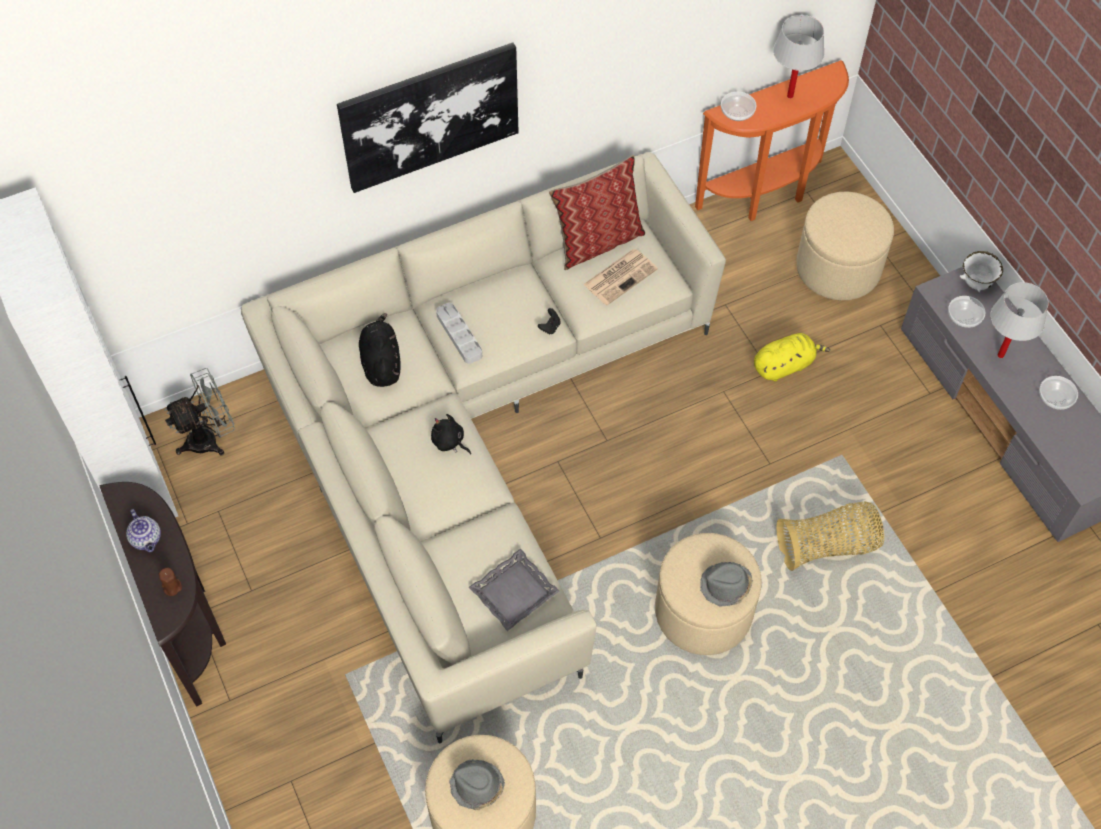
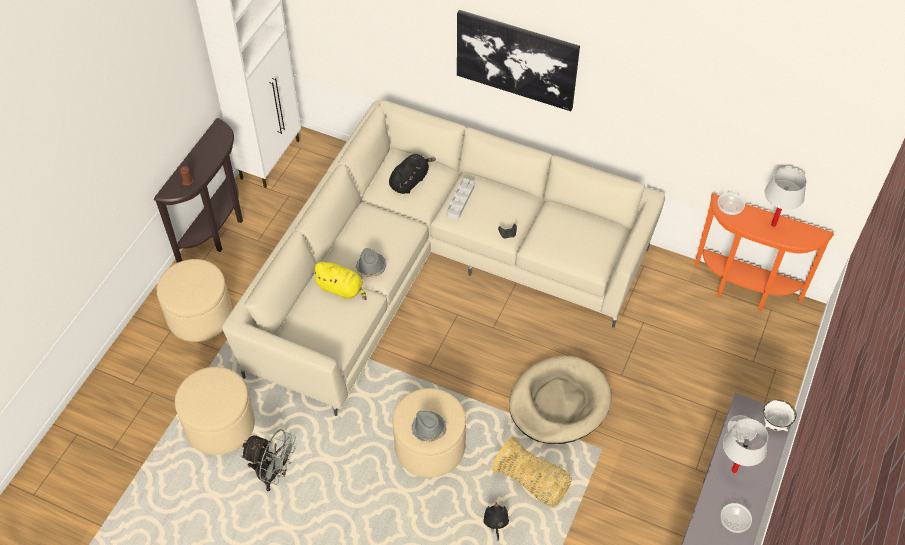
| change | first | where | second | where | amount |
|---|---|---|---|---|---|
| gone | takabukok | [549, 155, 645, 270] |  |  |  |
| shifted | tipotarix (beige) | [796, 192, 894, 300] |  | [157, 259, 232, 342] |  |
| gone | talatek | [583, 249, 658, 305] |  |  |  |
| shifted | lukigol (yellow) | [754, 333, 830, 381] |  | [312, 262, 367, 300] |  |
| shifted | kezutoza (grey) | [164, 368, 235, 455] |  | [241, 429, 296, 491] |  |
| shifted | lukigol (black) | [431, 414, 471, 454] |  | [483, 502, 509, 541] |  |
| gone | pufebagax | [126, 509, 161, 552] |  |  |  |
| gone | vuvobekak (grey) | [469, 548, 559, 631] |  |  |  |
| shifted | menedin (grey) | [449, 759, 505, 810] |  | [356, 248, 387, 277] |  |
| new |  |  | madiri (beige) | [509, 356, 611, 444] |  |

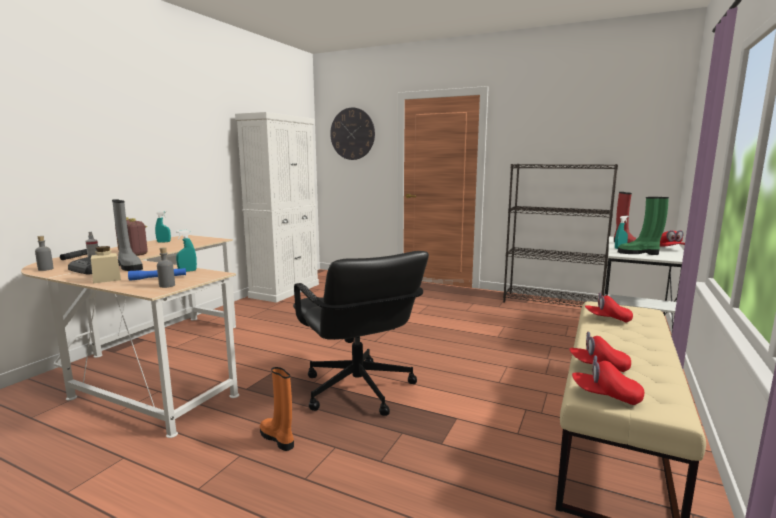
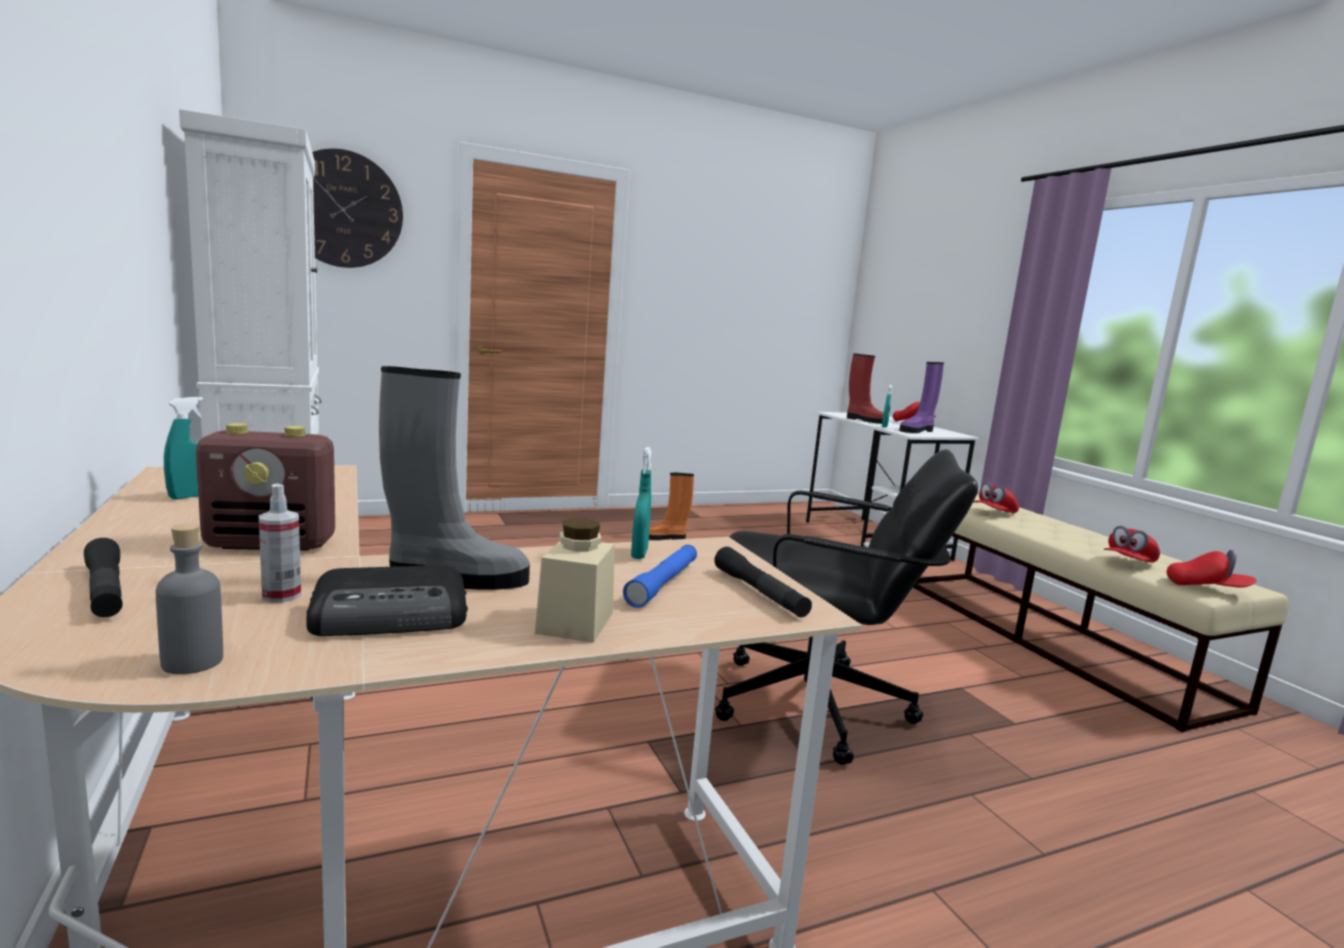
| change | first | where | second | where | amount |
|---|---|---|---|---|---|
| gone | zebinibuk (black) | [503, 164, 618, 307] |  |  |  |
| repainted | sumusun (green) | [618, 197, 669, 255] | sumusun (purple) | [899, 362, 944, 433] |  |
| swapped | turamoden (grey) | [157, 247, 175, 288] | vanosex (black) | [714, 547, 812, 617] |  |
| rotated | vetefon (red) | [572, 355, 644, 405] |  | [1167, 550, 1257, 587] | 120 degrees counterclockwise |
| shifted | sumusun (orange) | [260, 367, 294, 451] |  | [649, 473, 694, 540] |  |

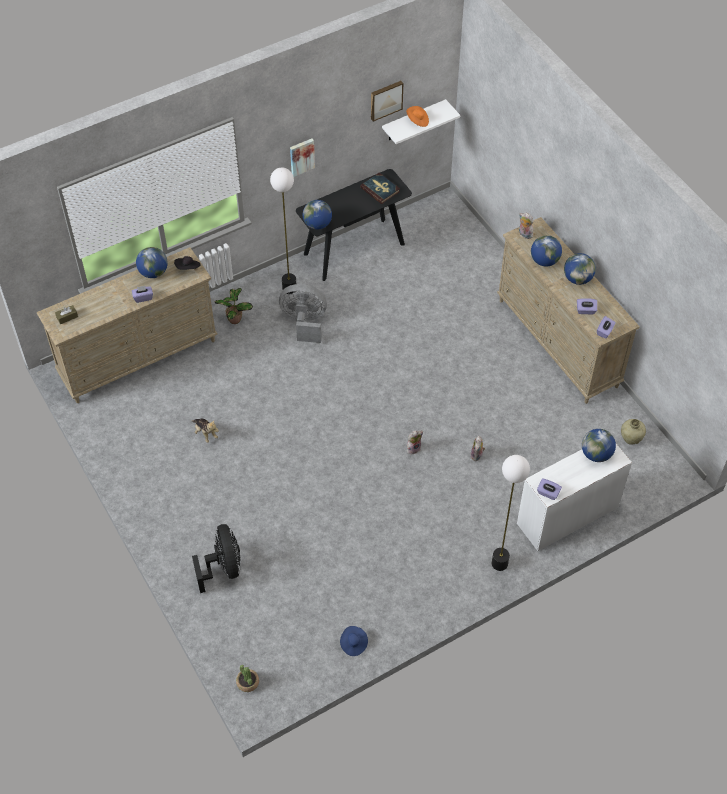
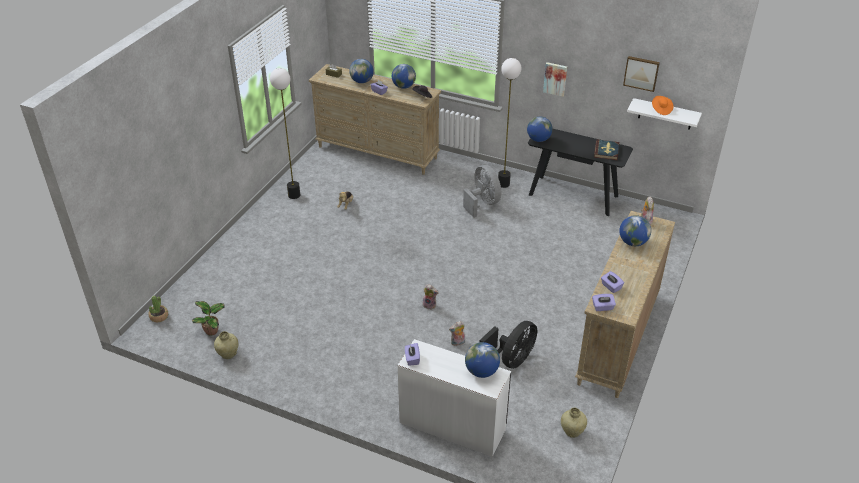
| change | first | where | second | where | amount |
|---|---|---|---|---|---|
| shifted | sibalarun | [564, 253, 596, 285] |  | [349, 59, 374, 83] |  |
| shifted | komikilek | [214, 288, 253, 324] |  | [192, 301, 225, 336] |  |
| shifted | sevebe | [492, 455, 530, 571] |  | [270, 68, 300, 199] |  |
| shifted | kezutoza (black) | [192, 524, 241, 593] |  | [480, 321, 537, 369] |  |
| swapped | menedin (blue) | [340, 626, 368, 656] | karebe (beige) | [214, 331, 238, 359] |  |

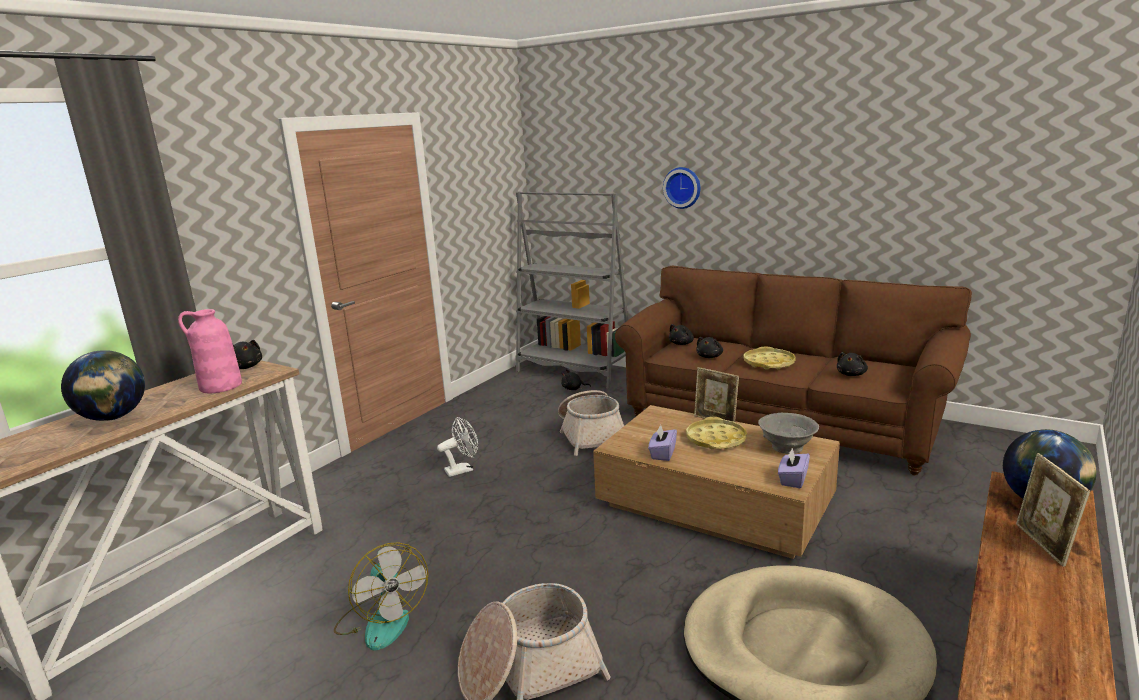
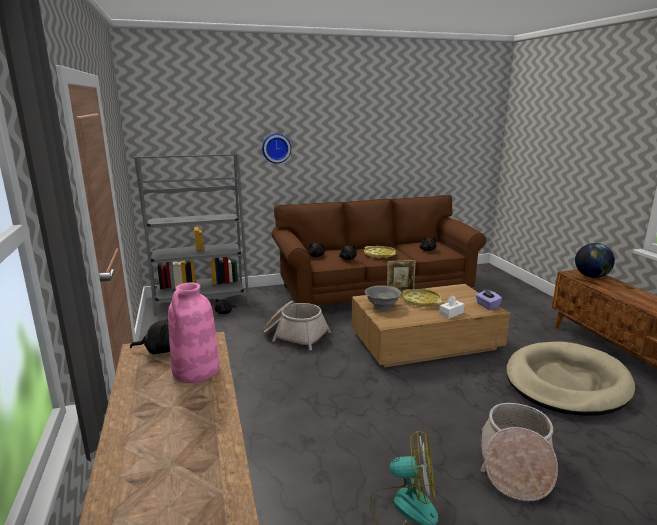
| change | first | where | second | where | amount |
|---|---|---|---|---|---|
| gone | sibalarun | [61, 350, 145, 421] |  |  |  |
| shifted | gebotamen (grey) | [758, 413, 819, 454] |  | [365, 285, 401, 311] |  |
| gone | kezutoza (white) | [437, 417, 478, 477] |  |  |  |
| gone | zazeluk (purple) | [648, 425, 677, 461] |  |  |  |
| gone | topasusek | [1016, 453, 1090, 567] |  |  |  |
| new |  |  | zazeluk (white) | [439, 295, 464, 319] |  |

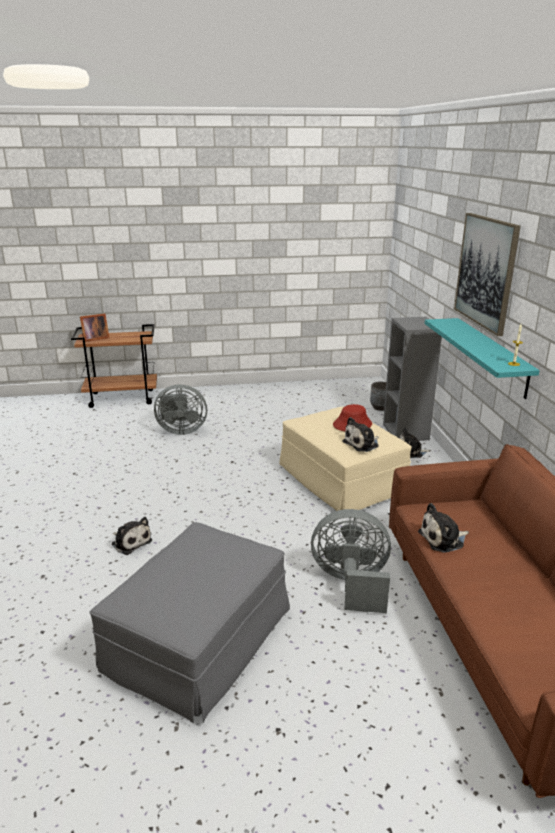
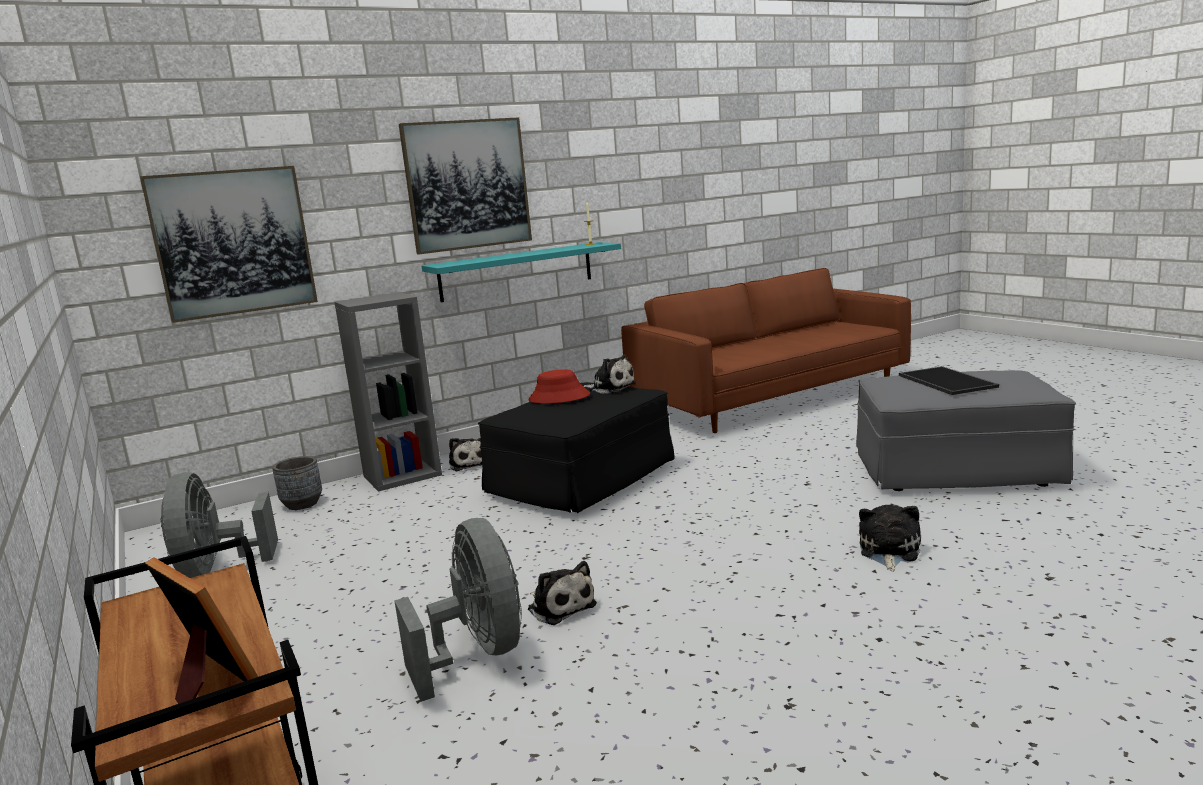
| change | first | where | second | where | amount |
|---|---|---|---|---|---|
| repainted | tipotarix (beige) | [279, 407, 412, 511] | tipotarix (black) | [478, 382, 674, 514] |  |
| shifted | lukigol | [418, 503, 469, 553] |  | [528, 561, 597, 625] |  |
| shifted | kezutoza (grey) | [311, 509, 391, 613] |  | [160, 472, 278, 578] |  |
| new |  |  | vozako | [140, 166, 318, 323] |  |
| new |  |  | vuvobekak | [899, 366, 999, 395] |  |

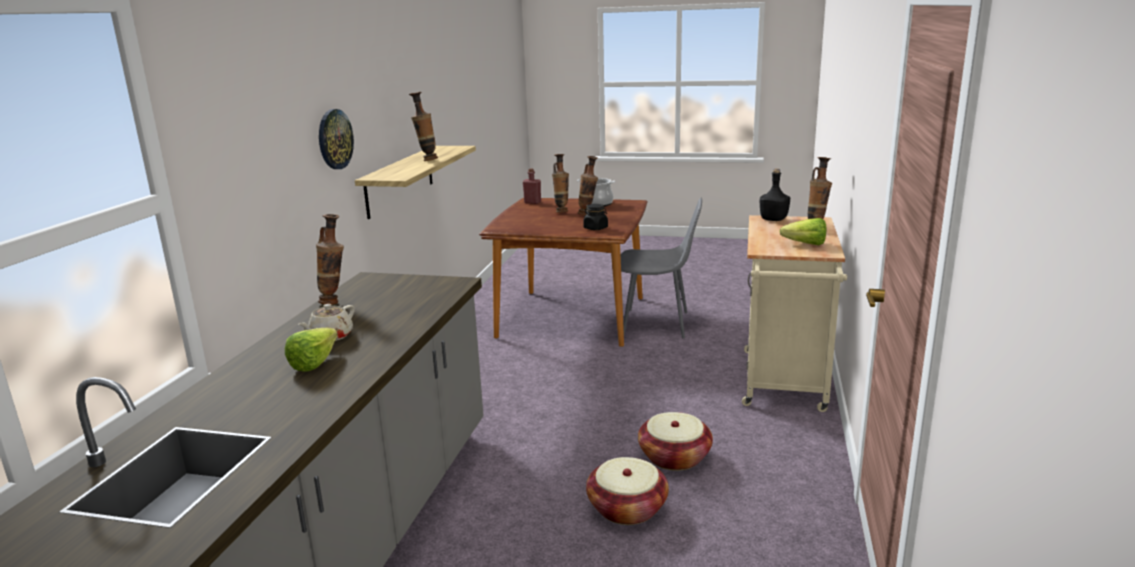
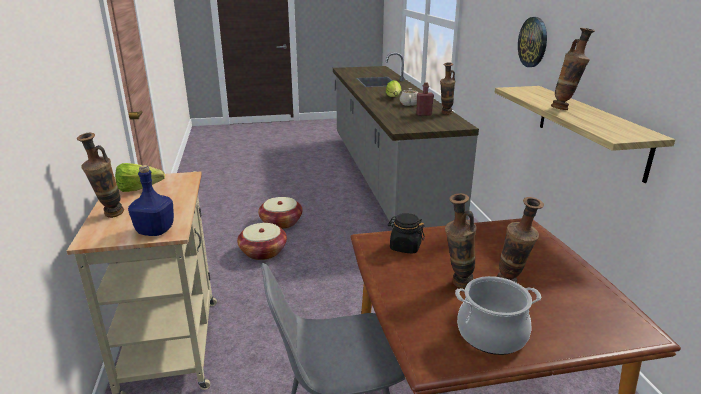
| change | first | where | second | where | amount |
|---|---|---|---|---|---|
| shifted | turamoden (red) | [523, 168, 541, 204] |  | [416, 82, 434, 116] |  |
| repainted | turamoden (black) | [760, 168, 790, 221] | turamoden (blue) | [128, 165, 174, 236] |  |

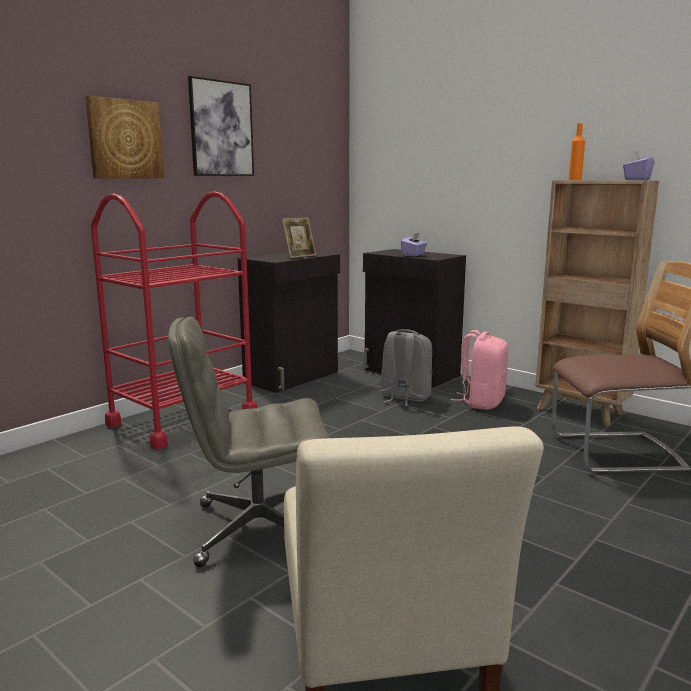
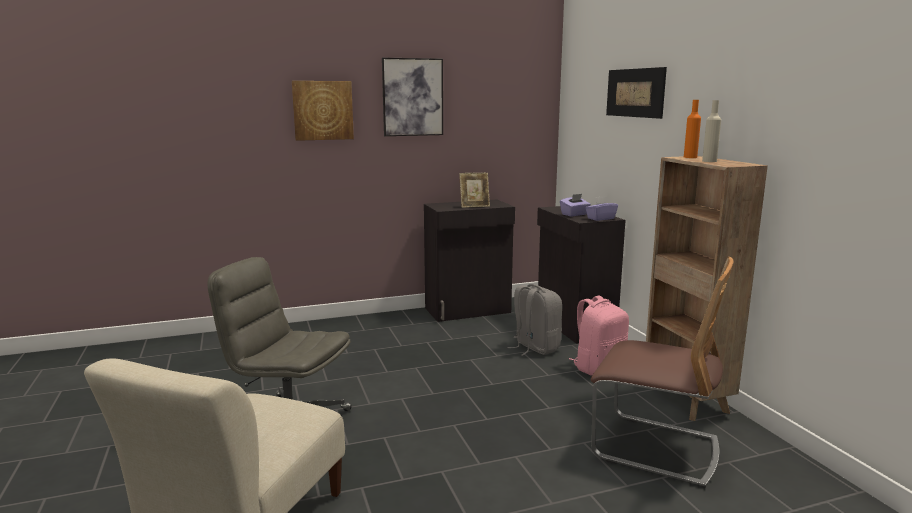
| change | first | where | second | where | amount |
|---|---|---|---|---|---|
| shifted | zazeluk (purple) | [623, 151, 654, 180] |  | [585, 196, 618, 221] |  |
| gone | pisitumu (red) | [91, 191, 257, 449] |  |  |  |
| new |  |  | vozako | [606, 67, 667, 119] |  |
| new |  |  | turamoden (beige) | [702, 100, 721, 162] |  |

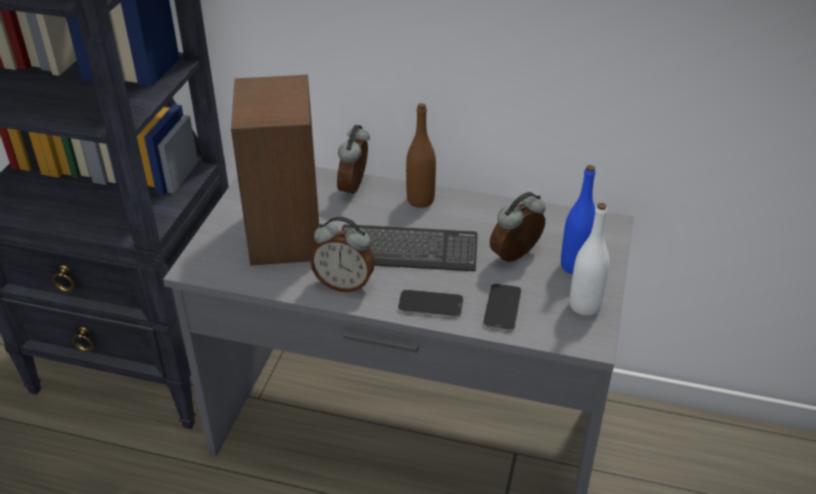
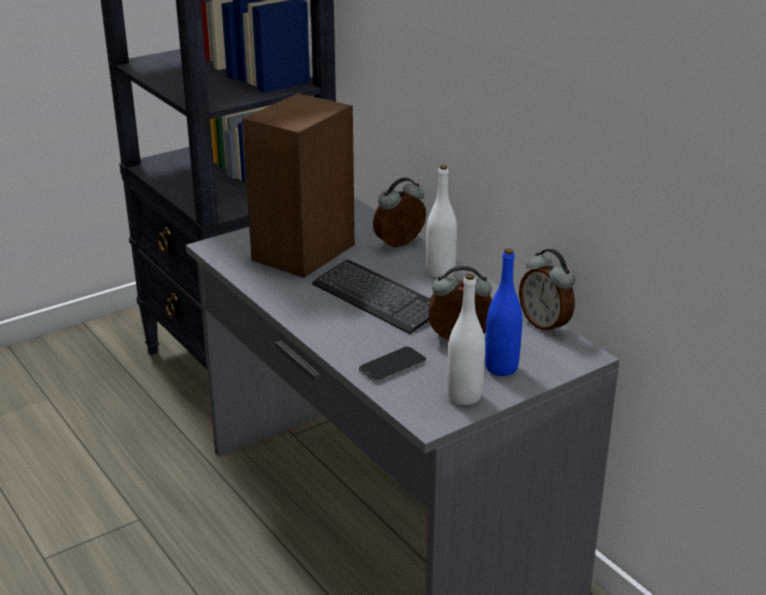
| change | first | where | second | where | amount |
|---|---|---|---|---|---|
| repainted | turamoden (brown) | [406, 103, 436, 208] | turamoden (white) | [426, 165, 457, 278] |  |
| shifted | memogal | [310, 217, 375, 292] |  | [519, 249, 575, 335] |  |
| gone | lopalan | [398, 290, 463, 317] |  |  |  |

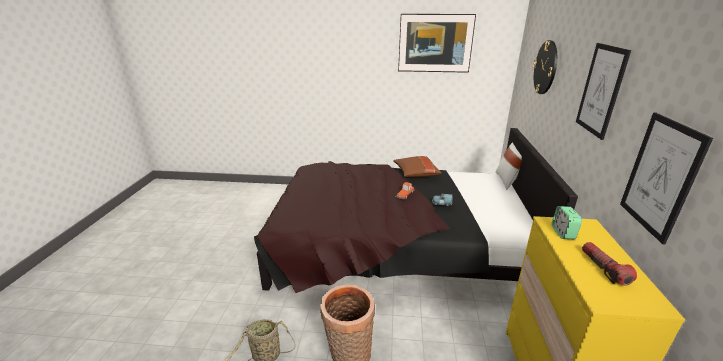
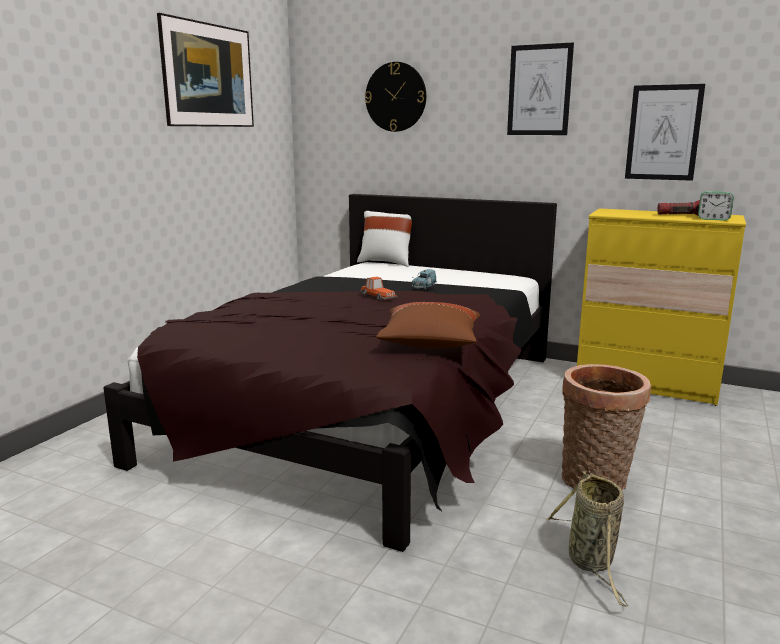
| change | first | where | second | where | amount |
|---|---|---|---|---|---|
| shifted | takabukok (brown) | [393, 156, 442, 177] |  | [376, 302, 480, 348] |  |
| shifted | memogal | [552, 206, 582, 239] |  | [698, 191, 734, 221] |  |

